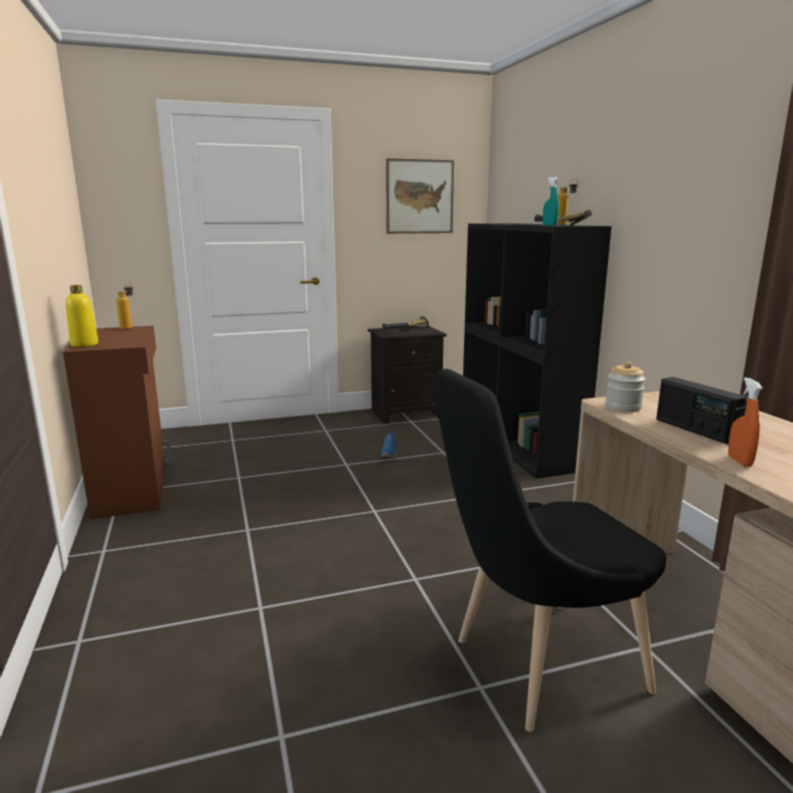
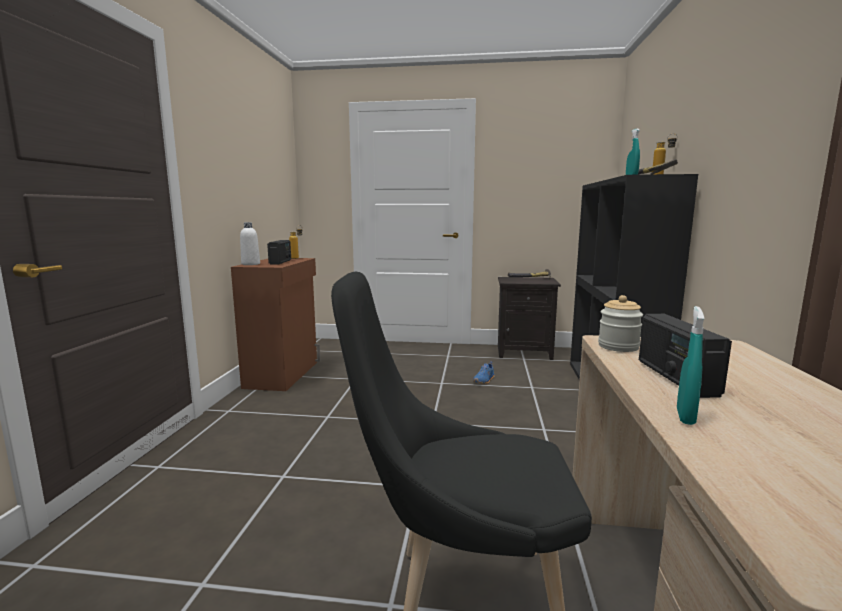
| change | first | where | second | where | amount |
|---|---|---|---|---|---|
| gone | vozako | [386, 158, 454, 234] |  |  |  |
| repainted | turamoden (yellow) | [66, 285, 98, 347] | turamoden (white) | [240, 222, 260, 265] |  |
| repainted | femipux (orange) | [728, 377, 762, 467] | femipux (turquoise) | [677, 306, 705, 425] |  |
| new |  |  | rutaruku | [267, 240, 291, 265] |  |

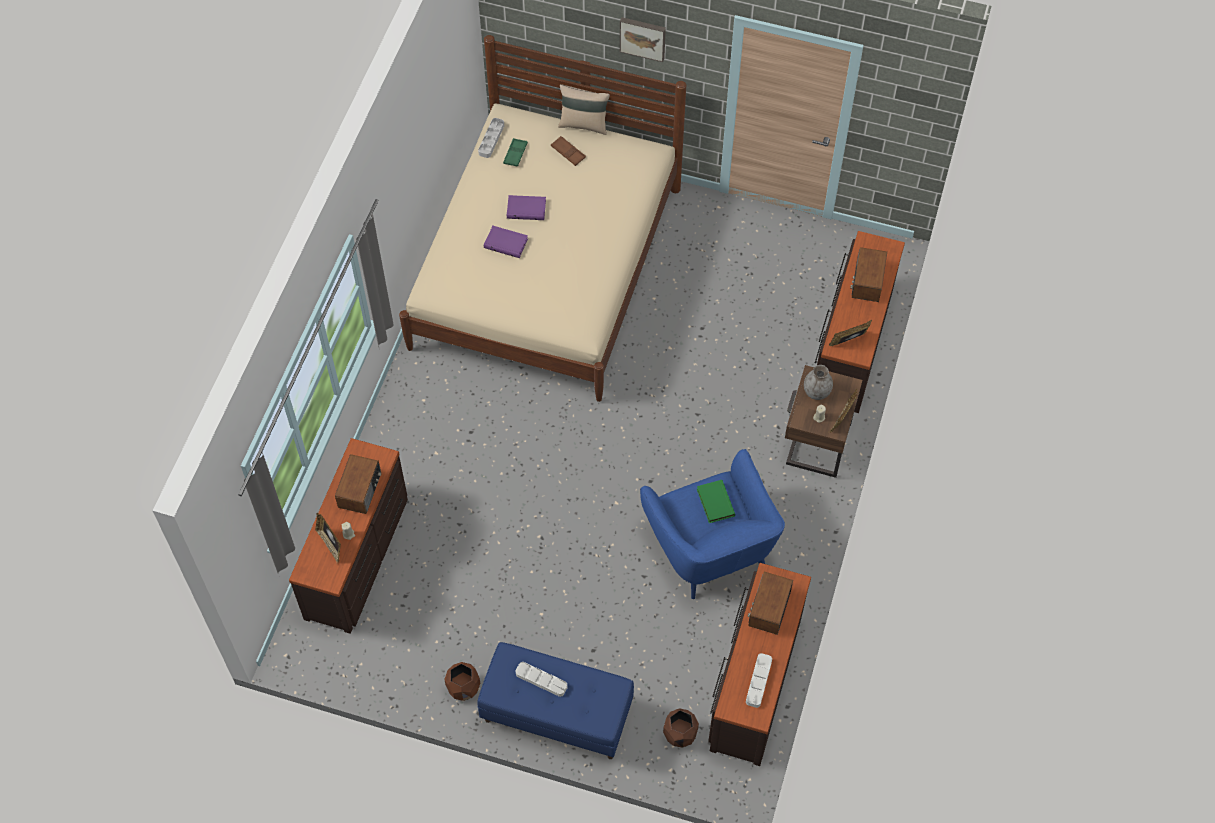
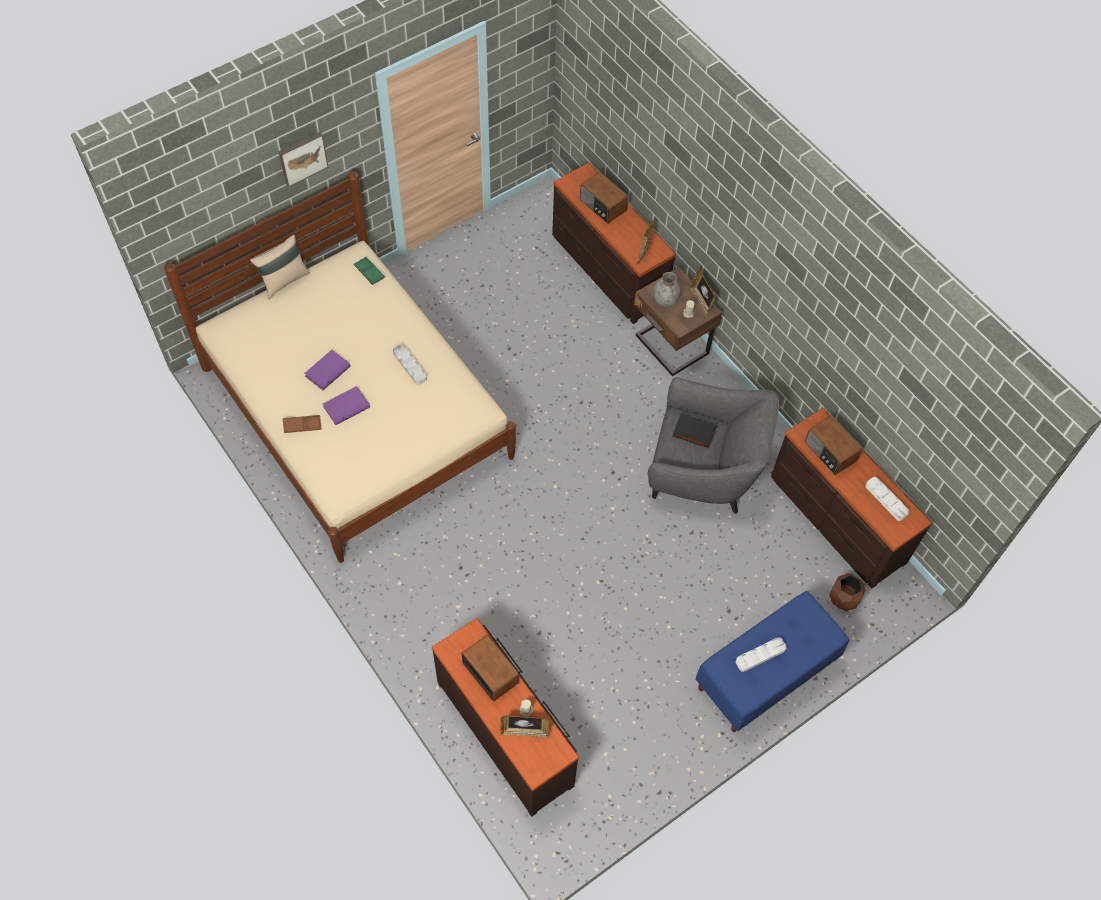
| change | first | where | second | where | amount |
|---|---|---|---|---|---|
| shifted | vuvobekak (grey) | [478, 118, 504, 158] |  | [393, 344, 427, 385] |  |
| shifted | vuvobekak (brown) | [551, 136, 586, 166] |  | [283, 415, 321, 433] |  |
| shifted | vuvobekak (green) | [503, 138, 528, 167] |  | [354, 257, 385, 285] |  |
| repainted | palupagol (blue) | [640, 449, 785, 599] | palupagol (grey) | [648, 377, 780, 514] |  |
| repainted | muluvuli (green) | [697, 480, 735, 523] | muluvuli (black) | [673, 414, 717, 448] |  |
| gone | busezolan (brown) | [444, 662, 480, 701] |  |  |  |

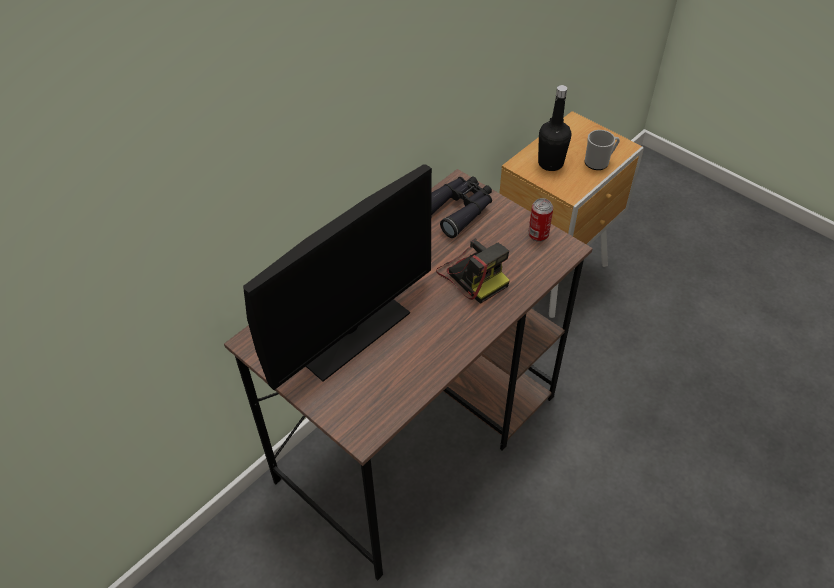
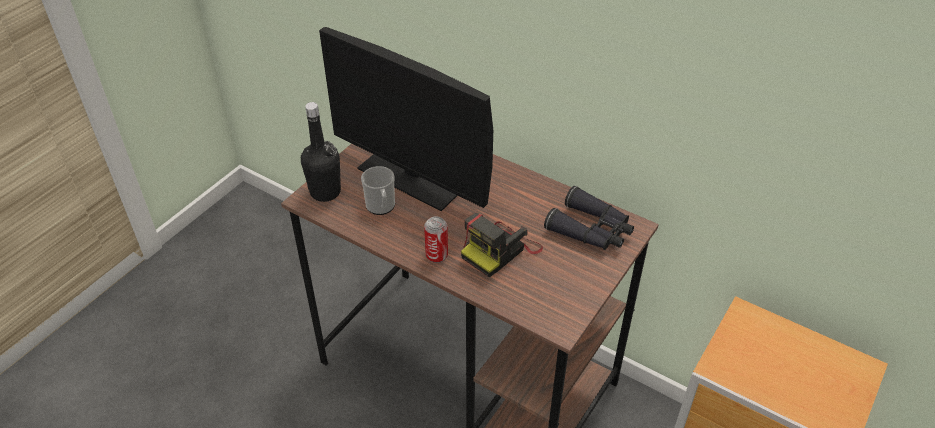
| change | first | where | second | where | amount |
|---|---|---|---|---|---|
| shifted | turamoden (black) | [538, 85, 571, 171] |  | [301, 102, 341, 202] |  |
| shifted | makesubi | [584, 130, 620, 170] |  | [361, 166, 395, 215] |  |
| shifted | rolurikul | [528, 198, 553, 242] |  | [424, 216, 448, 263] |  |

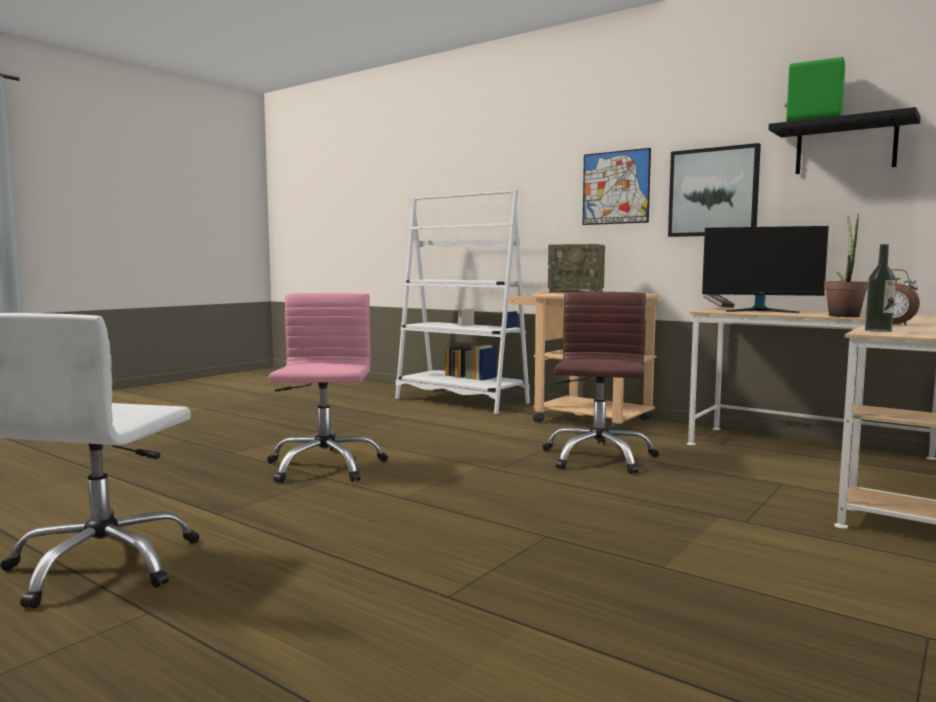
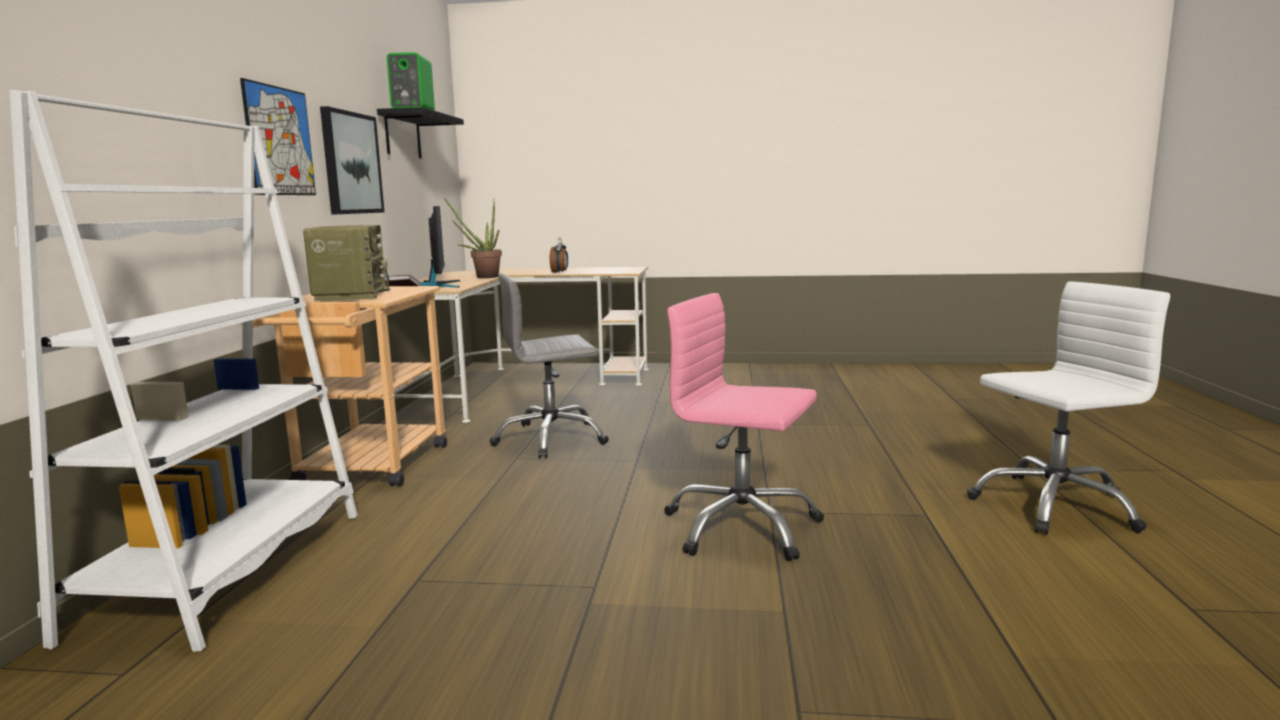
| change | first | where | second | where | amount |
|---|---|---|---|---|---|
| gone | turamoden | [865, 244, 896, 332] |  |  |  |
| repainted | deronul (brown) | [542, 292, 659, 474] | deronul (grey) | [490, 274, 609, 458] |  |
| rotated | deronul (pink) | [267, 293, 388, 483] |  | [664, 293, 824, 561] | 60 degrees clockwise |

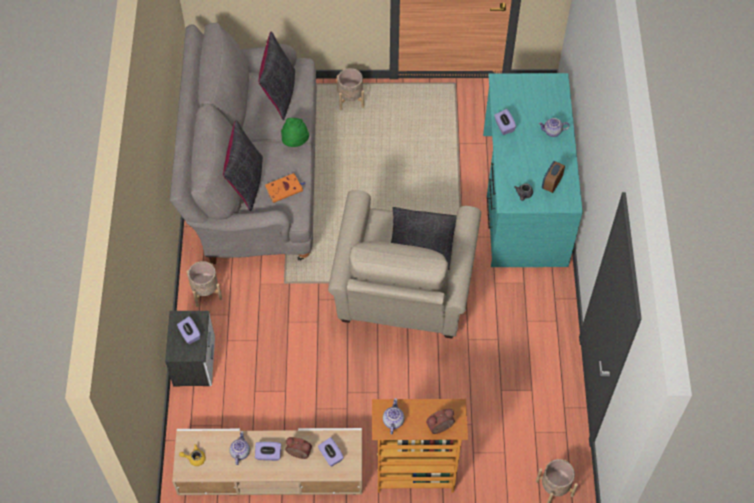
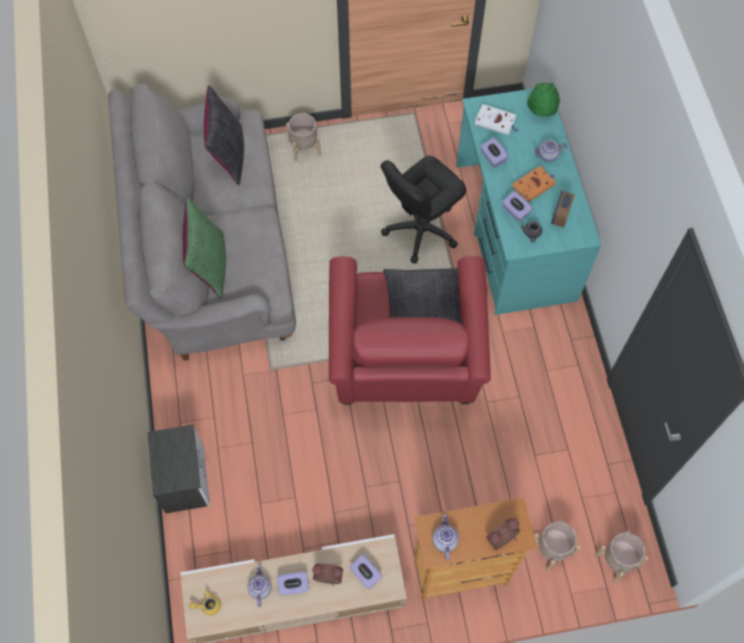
| change | first | where | second | where | amount |
|---|---|---|---|---|---|
| shifted | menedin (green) | [281, 118, 309, 147] |  | [527, 83, 560, 117] |  |
| repainted | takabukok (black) | [223, 120, 263, 211] | takabukok (green) | [183, 196, 226, 299] |  |
| shifted | muluvuli (orange) | [265, 173, 305, 203] |  | [511, 166, 556, 202] |  |
| repainted | palupagol (beige) | [328, 190, 481, 339] | palupagol (red) | [329, 256, 491, 405] |  |
| shifted | busezolan (beige) | [186, 261, 222, 307] |  | [534, 519, 581, 572] |  |
| shifted | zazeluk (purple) | [177, 316, 201, 344] |  | [502, 191, 533, 222] |  |
| new |  |  | muluvuli (white) | [475, 104, 518, 135] |  |
| new |  |  | deronul (black) | [381, 156, 466, 264] |  |

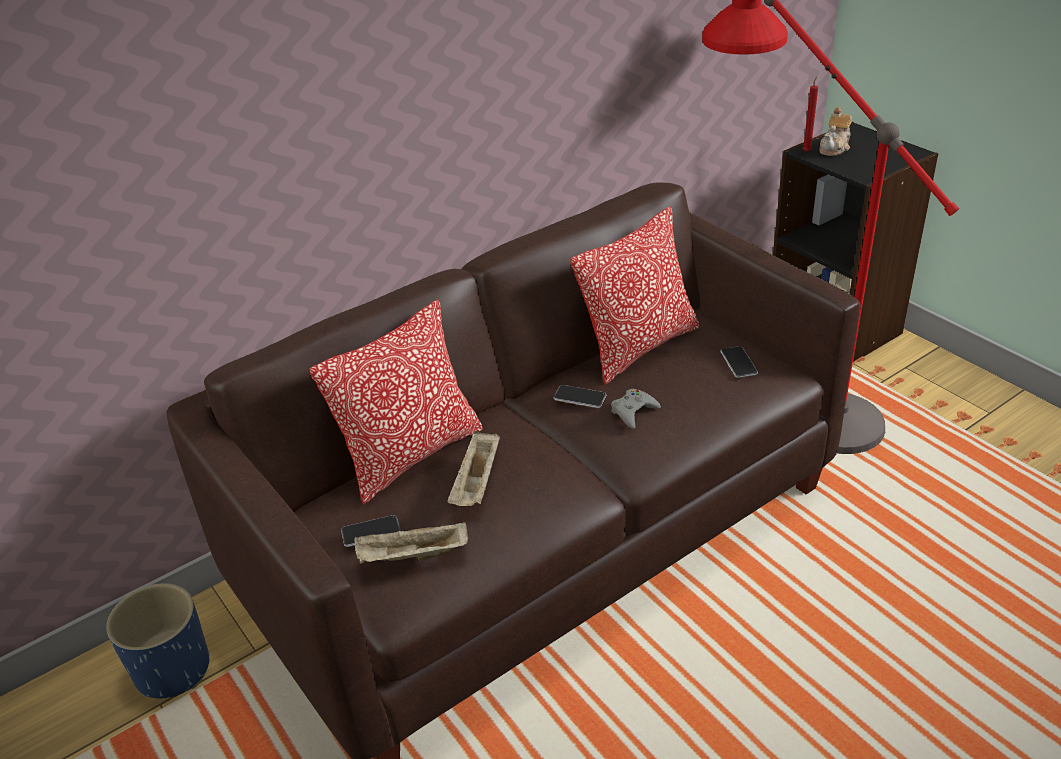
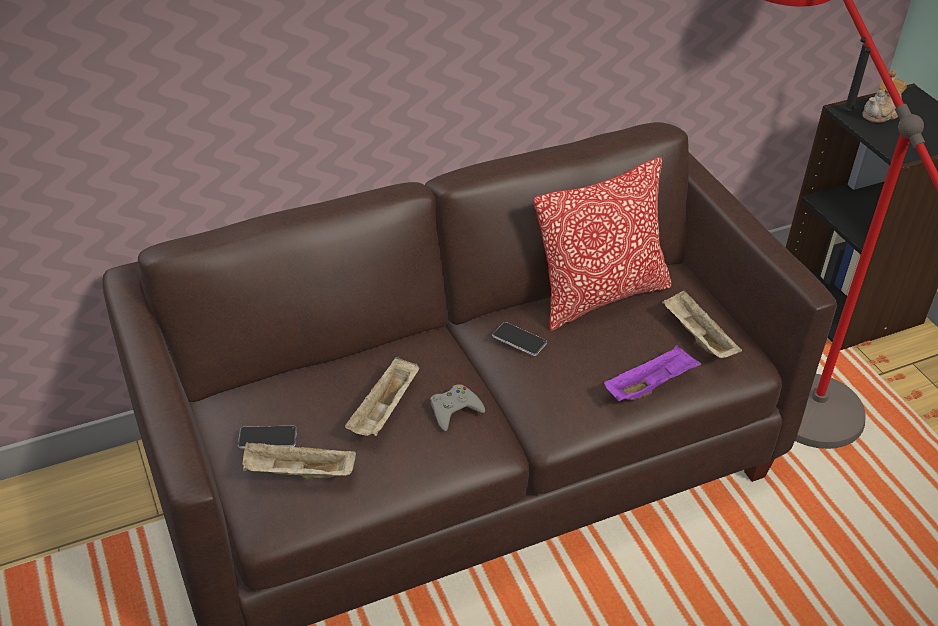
| change | first | where | second | where | amount |
|---|---|---|---|---|---|
| repainted | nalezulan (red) | [802, 77, 818, 152] | nalezulan (black) | [844, 33, 874, 112] |  |
| gone | takabukok | [309, 300, 483, 504] |  |  |  |
| swapped | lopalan | [721, 346, 758, 378] | vuvobekak (beige) | [662, 290, 742, 358] |  |
| shifted | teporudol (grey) | [611, 389, 661, 429] |  | [430, 384, 485, 431] |  |
| gone | busezolan (blue) | [106, 583, 209, 699] |  |  |  |
| new |  |  | vuvobekak (purple) | [604, 345, 702, 401] |  |

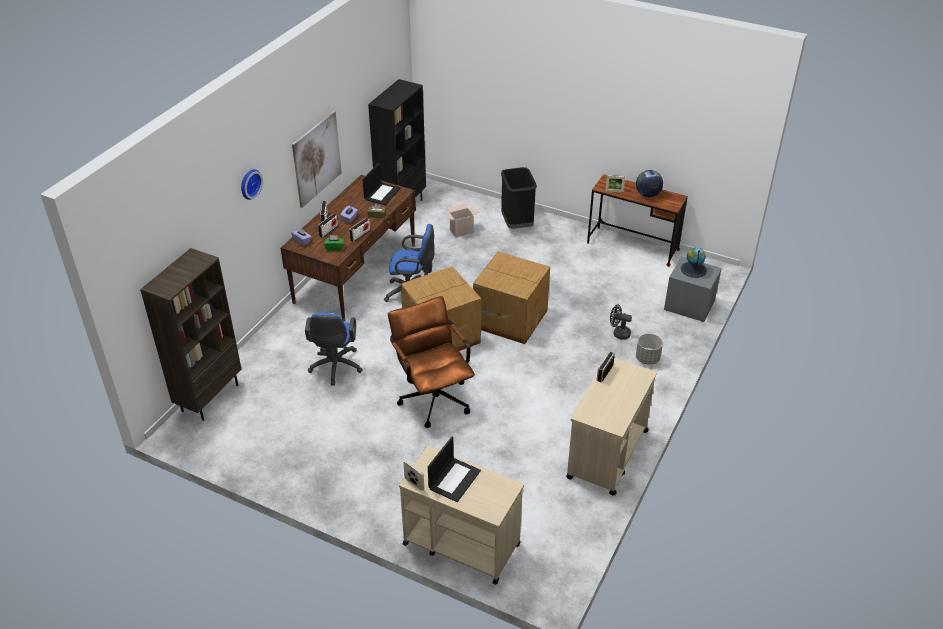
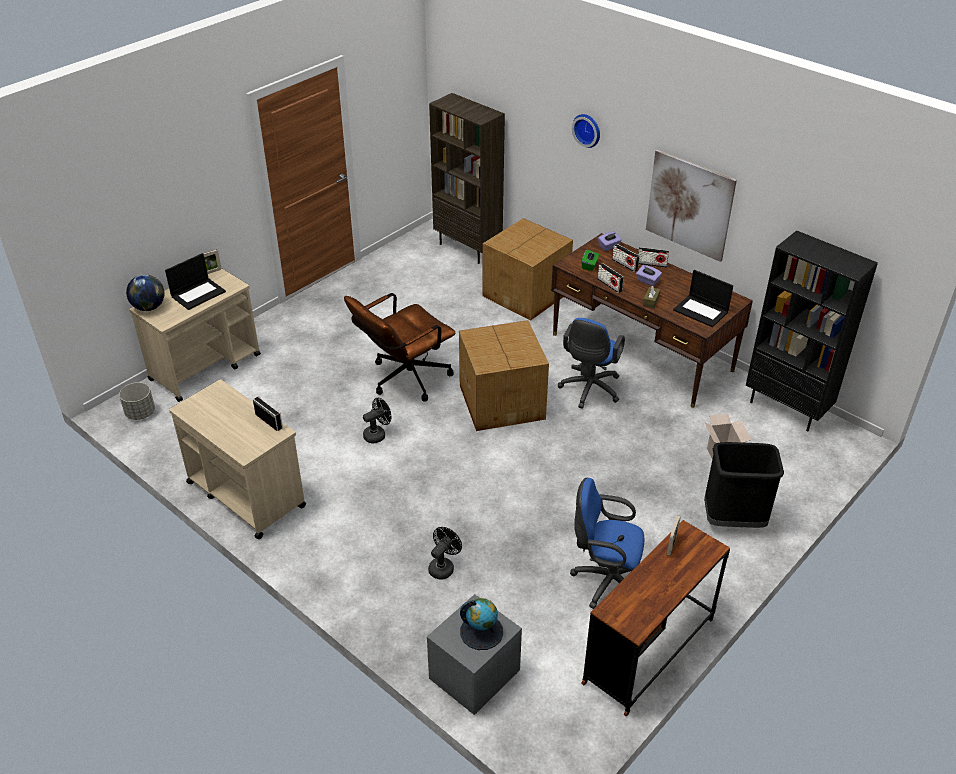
| change | first | where | second | where | amount |
|---|---|---|---|---|---|
| shifted | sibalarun | [636, 170, 663, 197] |  | [126, 275, 164, 311] |  |
| shifted | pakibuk | [473, 252, 550, 344] |  | [482, 218, 573, 320] |  |
| rotated | deronul (brown) | [388, 296, 475, 428] |  | [344, 293, 456, 402] | 150 degrees clockwise |
| shifted | deronul (blue) | [305, 313, 363, 386] |  | [570, 478, 645, 609] |  |
| shifted | busezolan (grey) | [636, 333, 663, 365] |  | [119, 382, 155, 420] |  |
| rotated | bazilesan | [428, 437, 481, 502] |  | [165, 253, 226, 310] | 90 degrees counterclockwise |
| new |  |  | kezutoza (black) | [363, 398, 391, 443] |  |

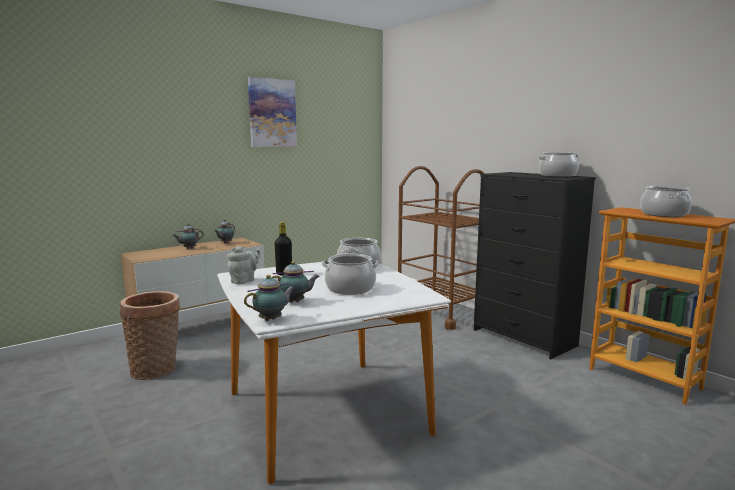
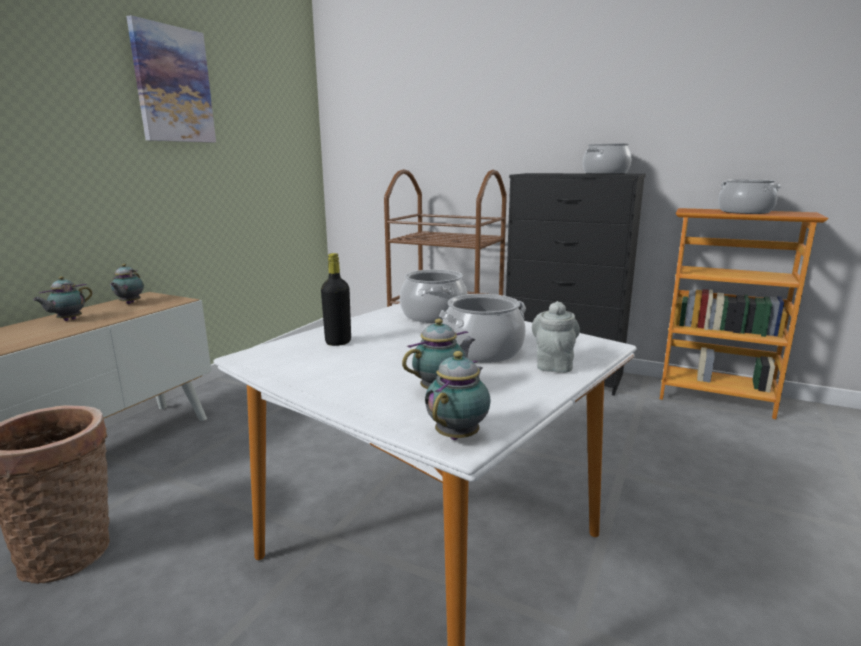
| change | first | where | second | where | amount |
|---|---|---|---|---|---|
| shifted | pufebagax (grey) | [227, 246, 260, 284] |  | [532, 301, 580, 373] |  |

